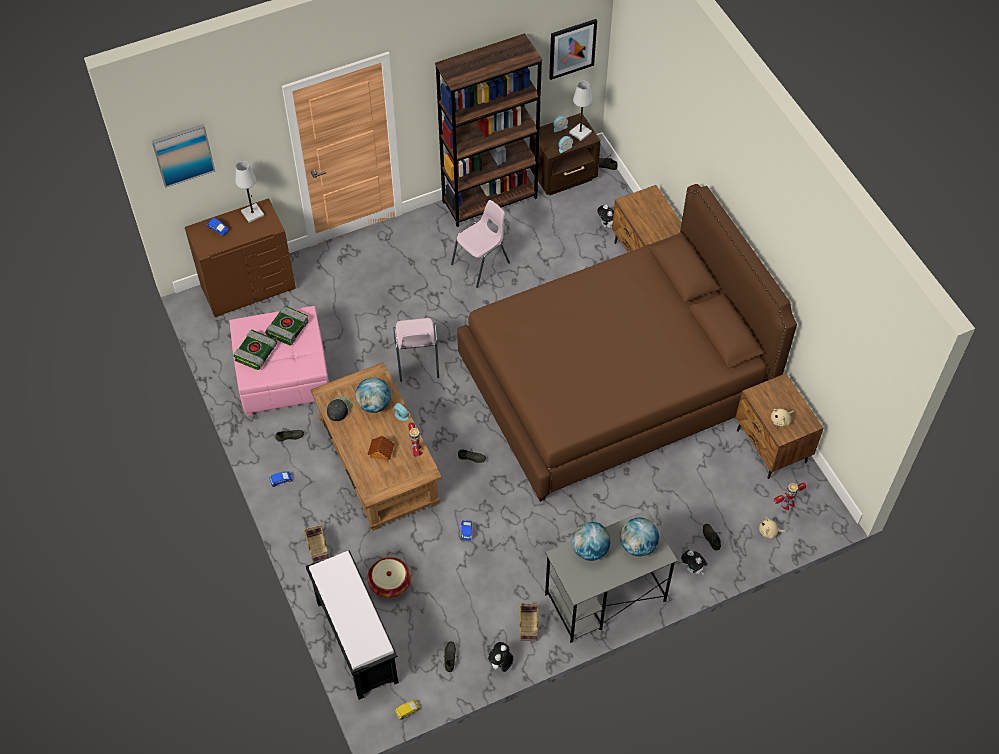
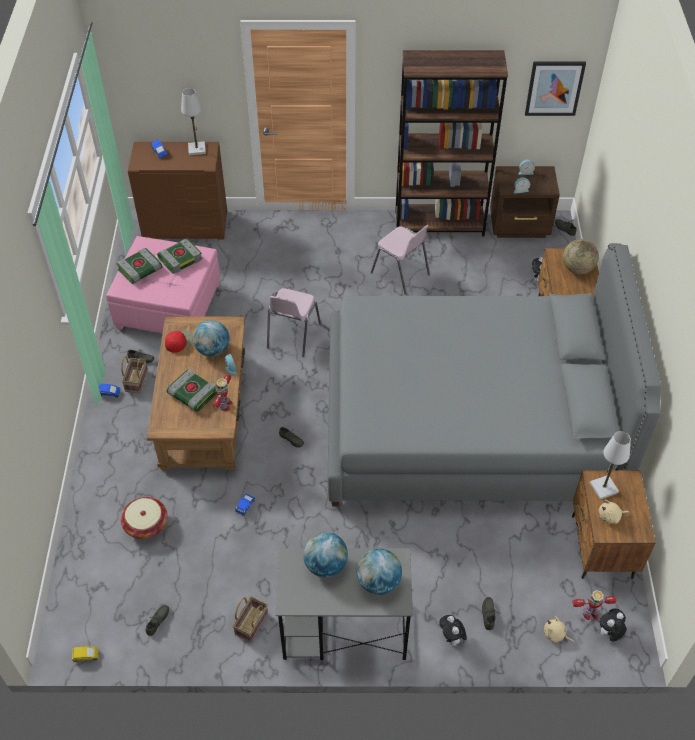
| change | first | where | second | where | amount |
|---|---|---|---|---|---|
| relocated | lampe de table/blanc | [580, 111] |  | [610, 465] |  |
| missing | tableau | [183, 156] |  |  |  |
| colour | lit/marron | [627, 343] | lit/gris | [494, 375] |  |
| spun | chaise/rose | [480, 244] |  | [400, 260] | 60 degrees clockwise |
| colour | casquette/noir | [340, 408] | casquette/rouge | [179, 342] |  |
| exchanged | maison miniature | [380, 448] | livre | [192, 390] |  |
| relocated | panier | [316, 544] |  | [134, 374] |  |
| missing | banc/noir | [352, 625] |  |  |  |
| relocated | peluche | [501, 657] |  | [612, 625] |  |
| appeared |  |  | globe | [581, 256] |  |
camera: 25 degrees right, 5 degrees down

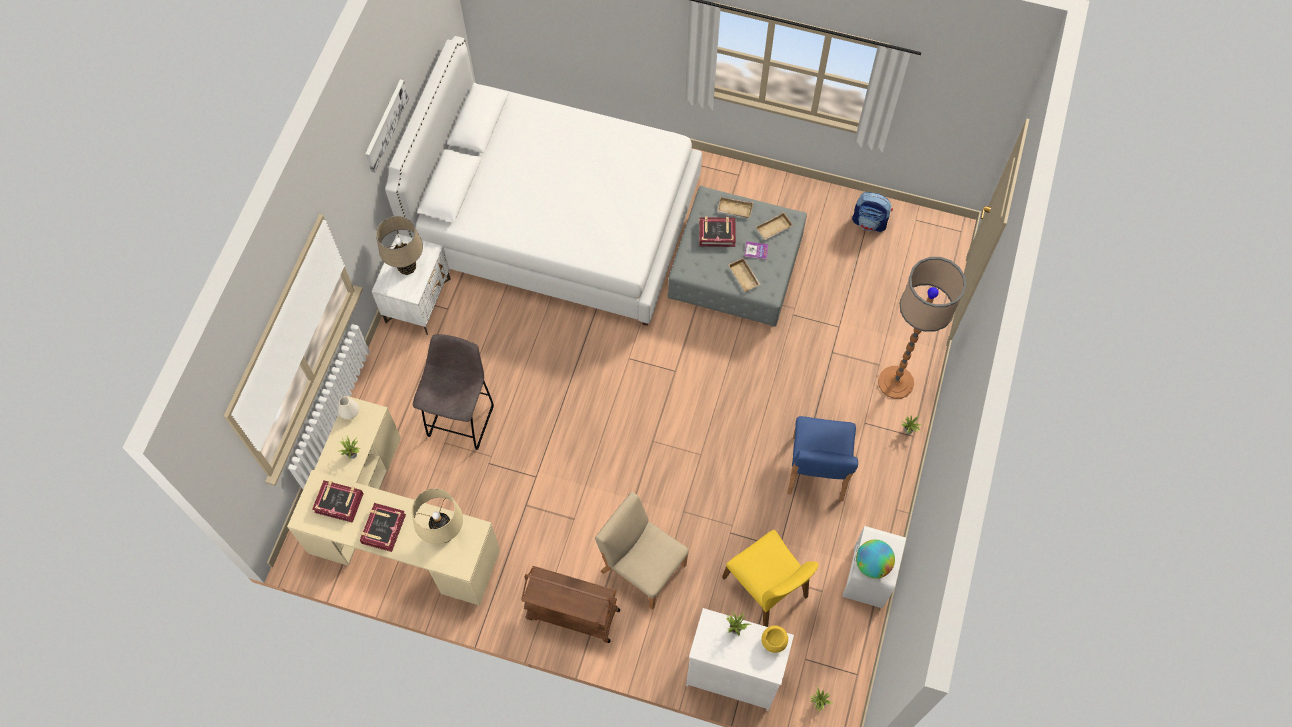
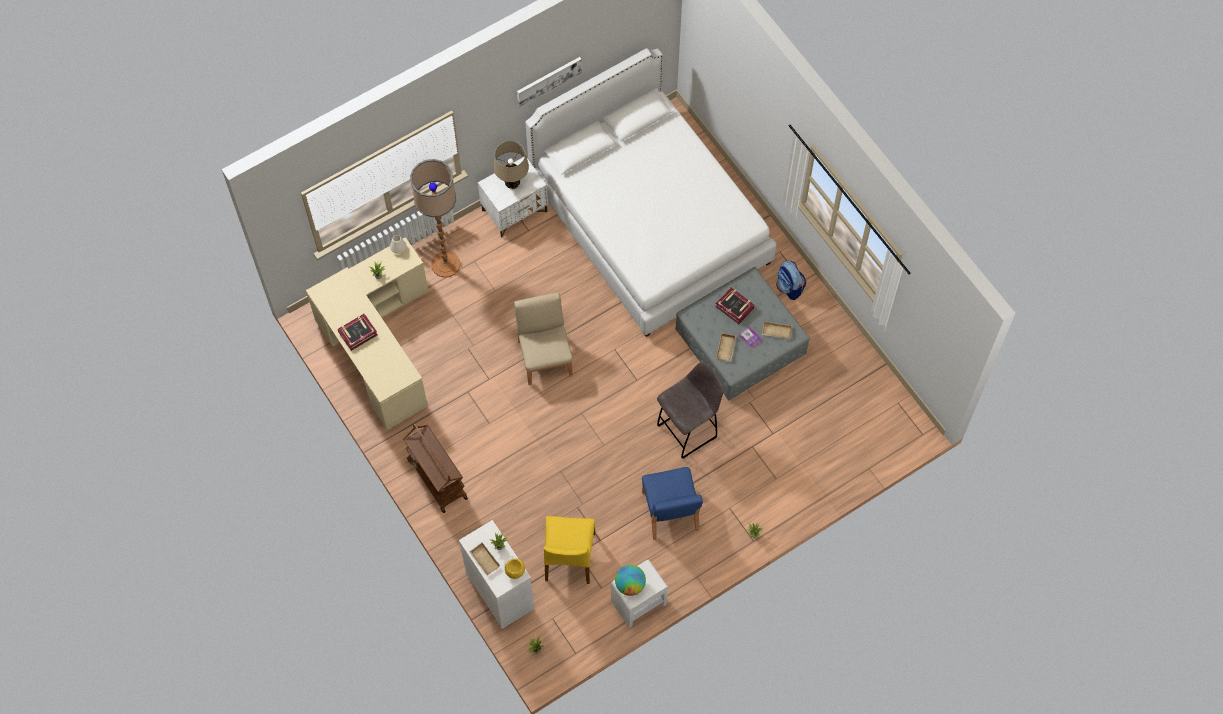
| change | first | where | second | where | amount |
|---|---|---|---|---|---|
| relocated | sac à dos | [872, 212] |  | [791, 280] |  |
| relocated | plateau/beige | [735, 207] |  | [484, 558] |  |
| relocated | lampadaire | [922, 328] |  | [435, 218] |  |
| relocated | tabouret/gris | [453, 392] |  | [690, 410] |  |
| spun | chaise/bleu | [822, 458] |  | [672, 503] | 60 degrees counterclockwise |
| missing | livre | [338, 501] |  |  |  |
| missing | lampe de table/beige | [437, 516] |  |  |  |
| relocated | chaise/beige | [642, 551] |  | [543, 338] |  |
camera: 40 degrees right, 0 degrees up

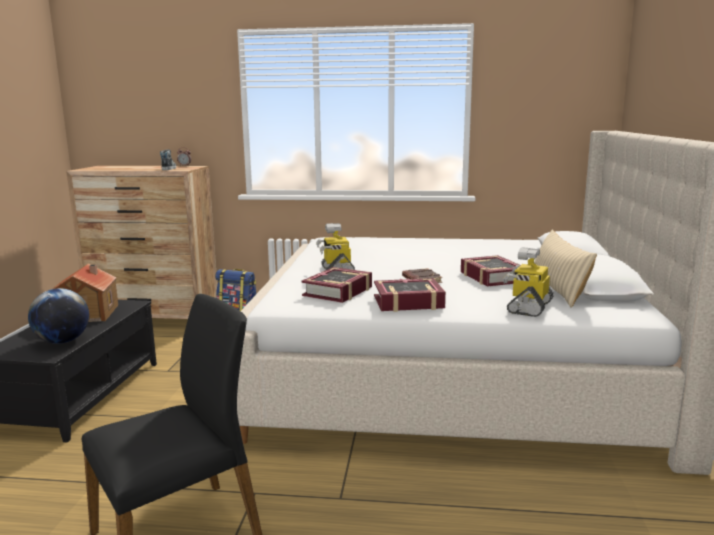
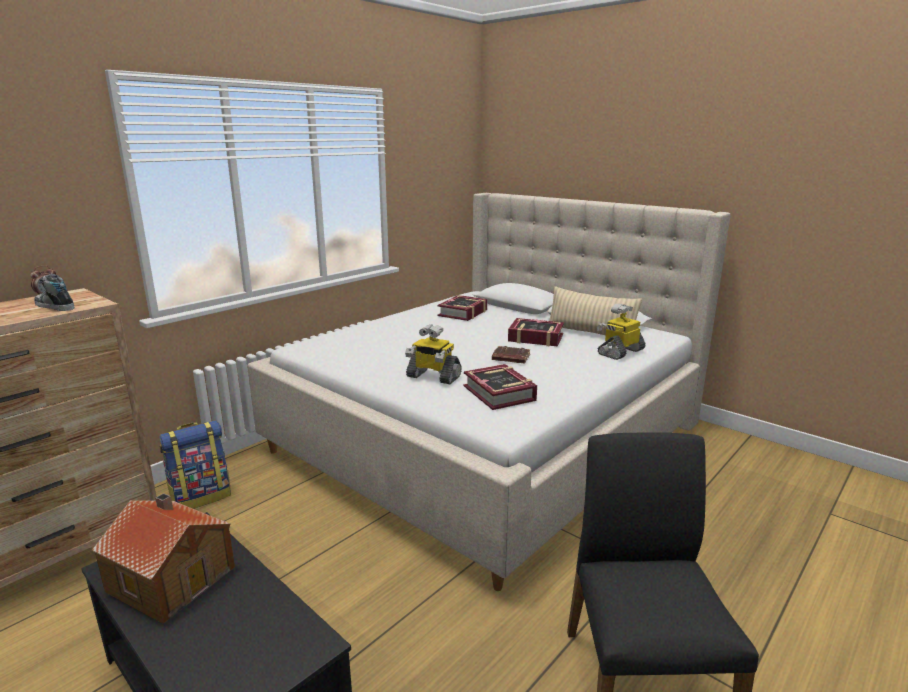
| change | first | where | second | where | amount |
|---|---|---|---|---|---|
| spun | robot jouet | [528, 282] |  | [621, 331] | 75 degrees clockwise |
| relocated | livre | [410, 295] |  | [462, 308] |  |
| missing | globe | [58, 316] |  |  |  |
camera: 55 degrees left, 5 degrees up

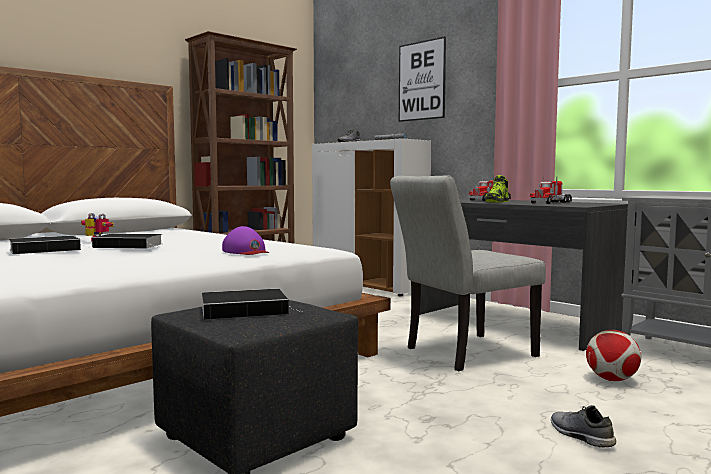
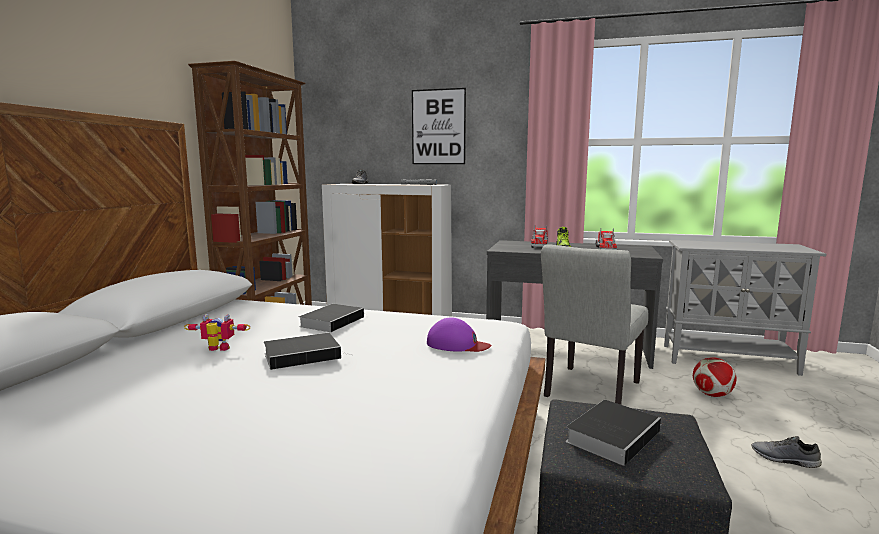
| change | first | where | second | where | amount |
|---|---|---|---|---|---|
| relocated | livre | [50, 245] |  | [331, 318] |  |
camera: 30 degrees left, 5 degrees up

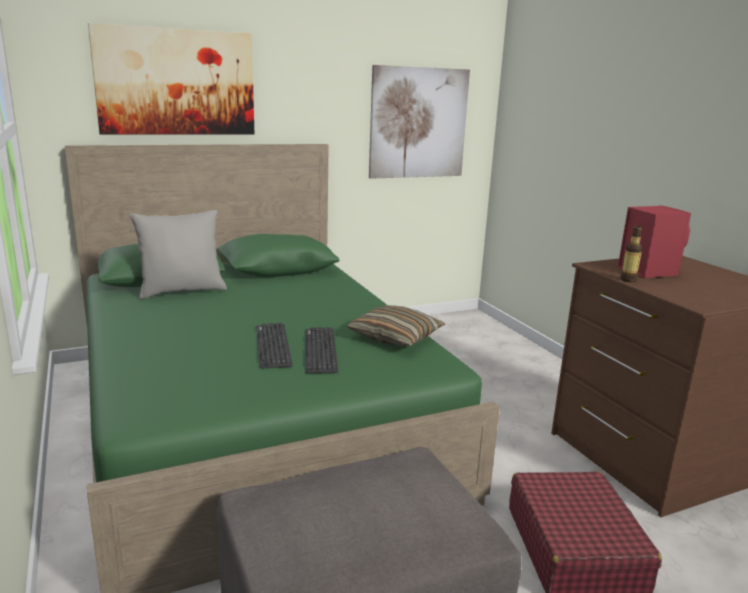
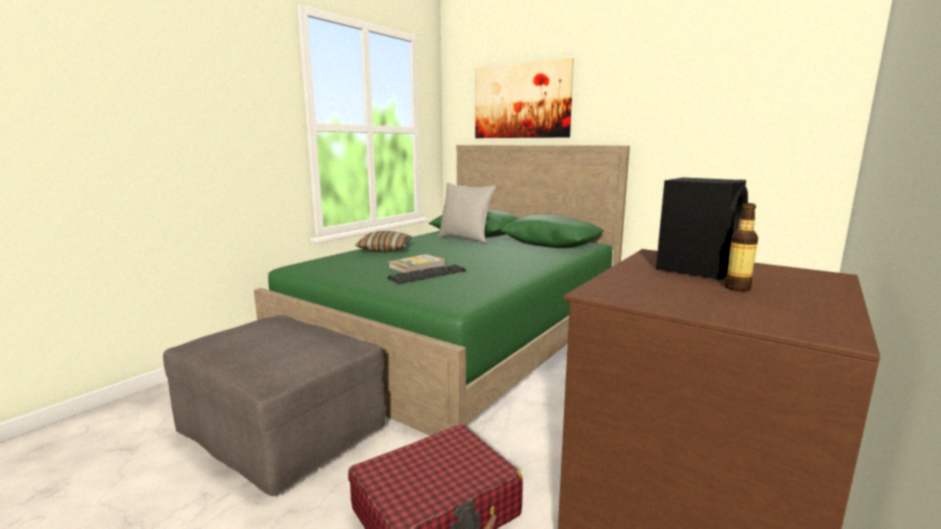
| change | first | where | second | where | amount |
|---|---|---|---|---|---|
| missing | tableau | [419, 122] |  |  |  |
| colour | enceinte/rouge | [654, 242] | enceinte/noir | [702, 228] |  |
| relocated | bouteille | [631, 254] |  | [741, 247] |  |
| relocated | coussin | [396, 325] |  | [383, 241] |  |
| exchanged | clavier | [274, 345] | livre | [417, 263] |  |
camera: 60 degrees right, 5 degrees down

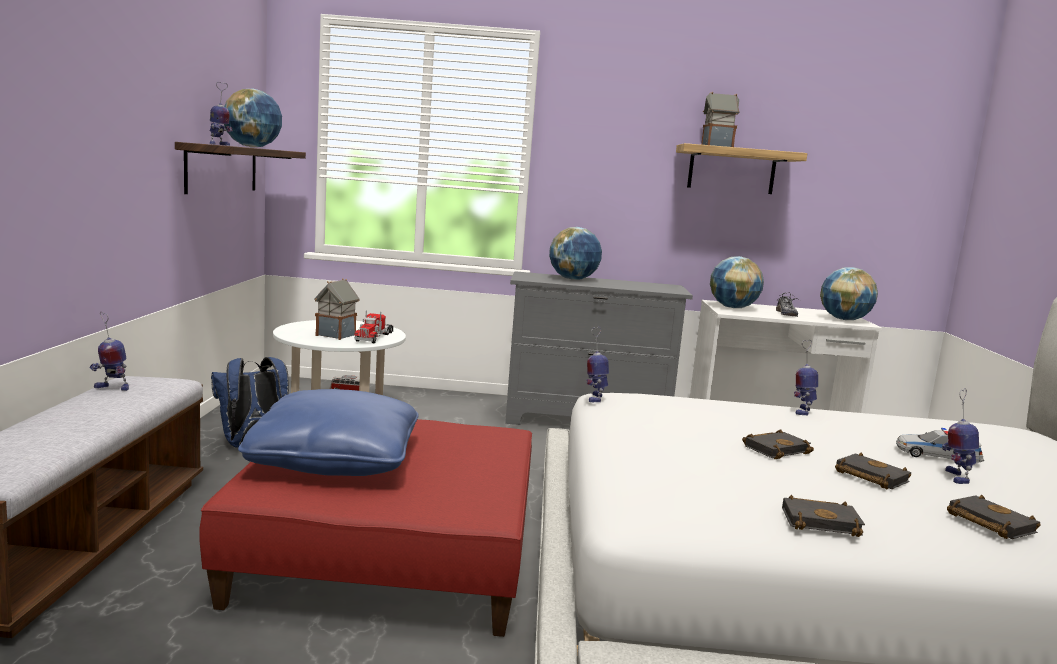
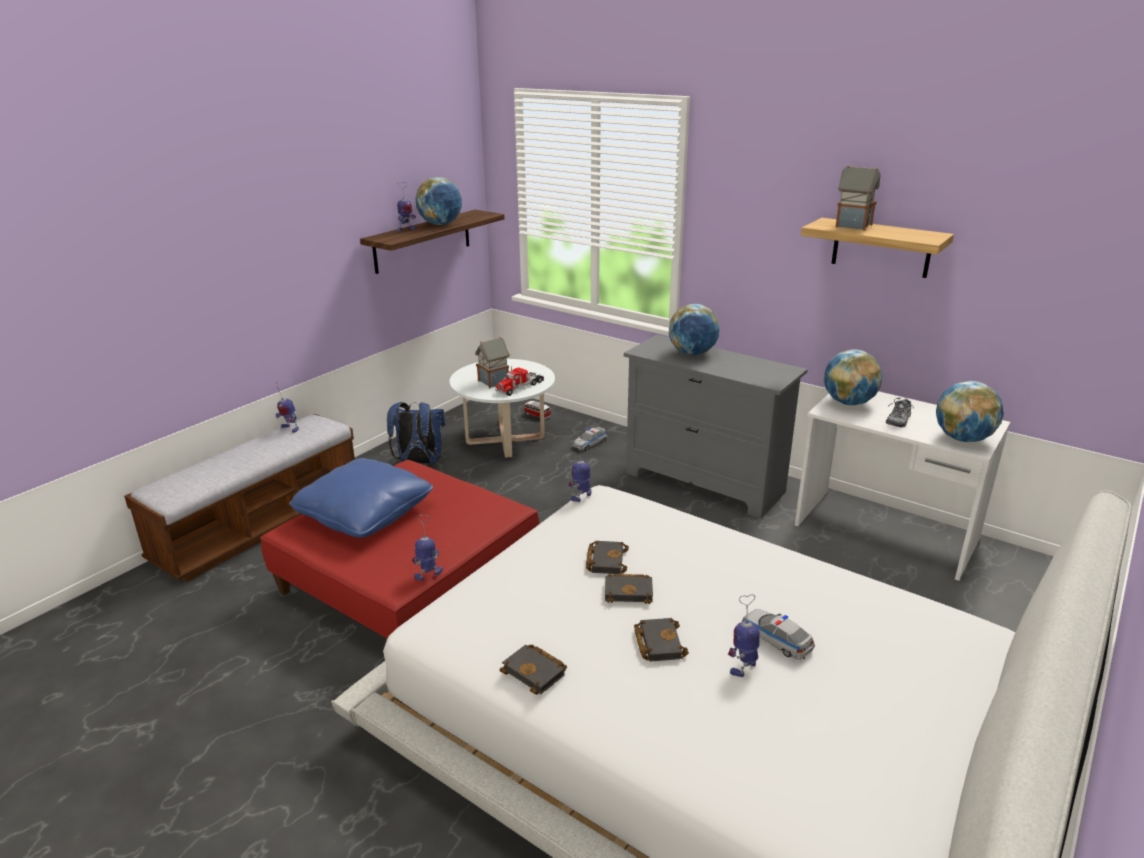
| change | first | where | second | where | amount |
|---|---|---|---|---|---|
| relocated | robot jouet | [806, 377] |  | [427, 548] |  |
| relocated | livre/noir | [993, 517] |  | [607, 557] |  |
| appeared |  |  | petite voiture | [590, 438] |  |
camera: 35 degrees right, 15 degrees up

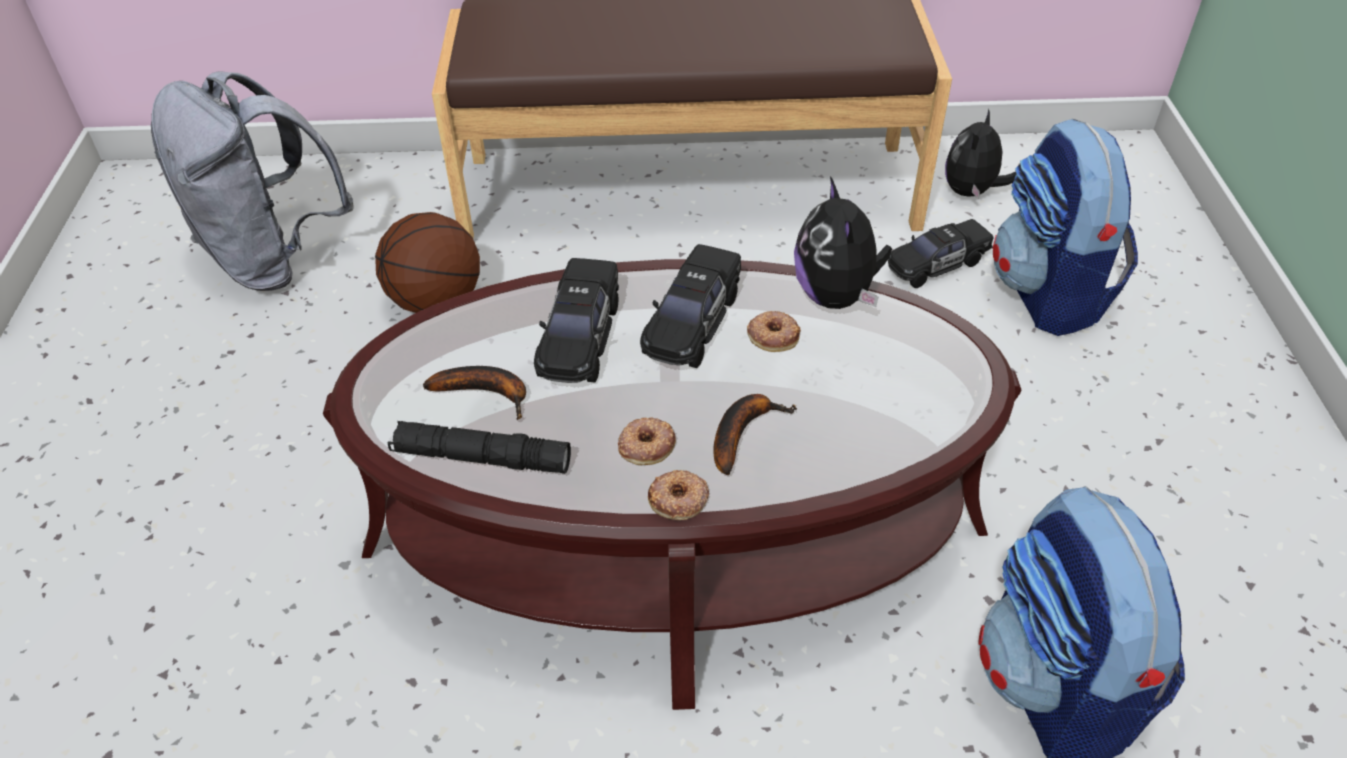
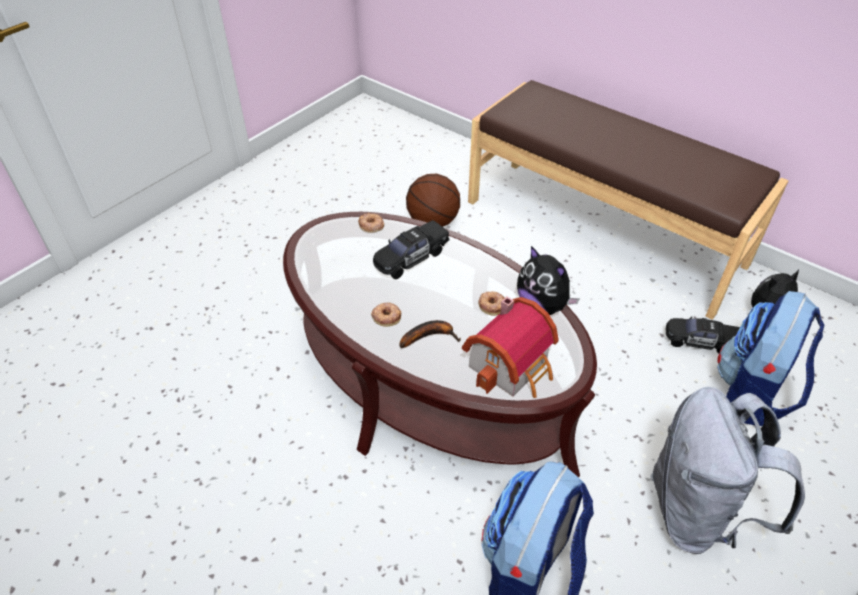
| change | first | where | second | where | amount |
|---|---|---|---|---|---|
| relocated | sac à dos/gris | [252, 181] |  | [727, 470] |  |
| spun | peluche | [843, 242] |  | [548, 280] | 75 degrees counterclockwise |
| missing | petite voiture/noir | [690, 306] |  |  |  |
| missing | banane | [474, 393] |  |  |  |
| missing | lampe de poche/noir | [479, 447] |  |  |  |
| relocated | beignet | [678, 495] |  | [371, 223] |  |
| appeared |  |  | maison miniature | [510, 347] |  |
camera: 40 degrees right, 0 degrees up

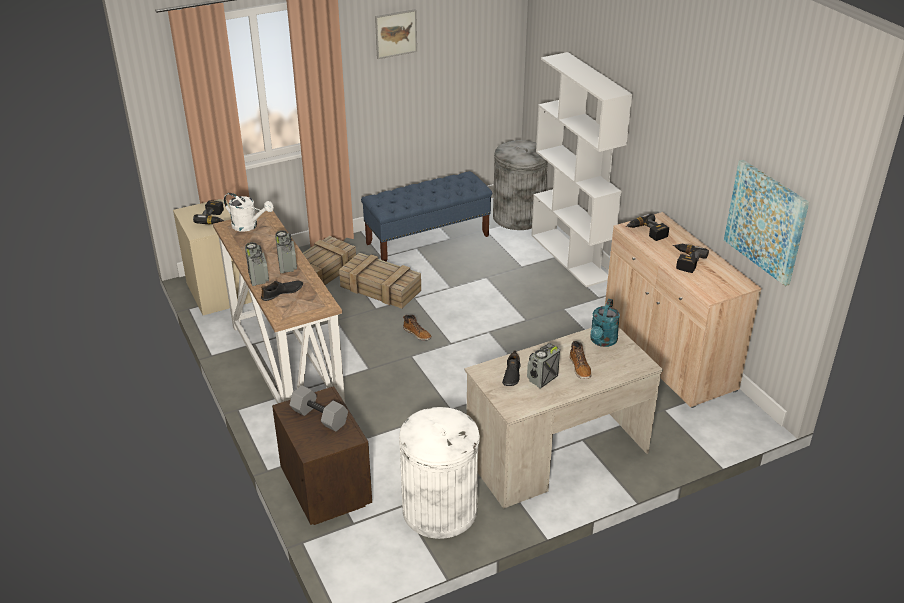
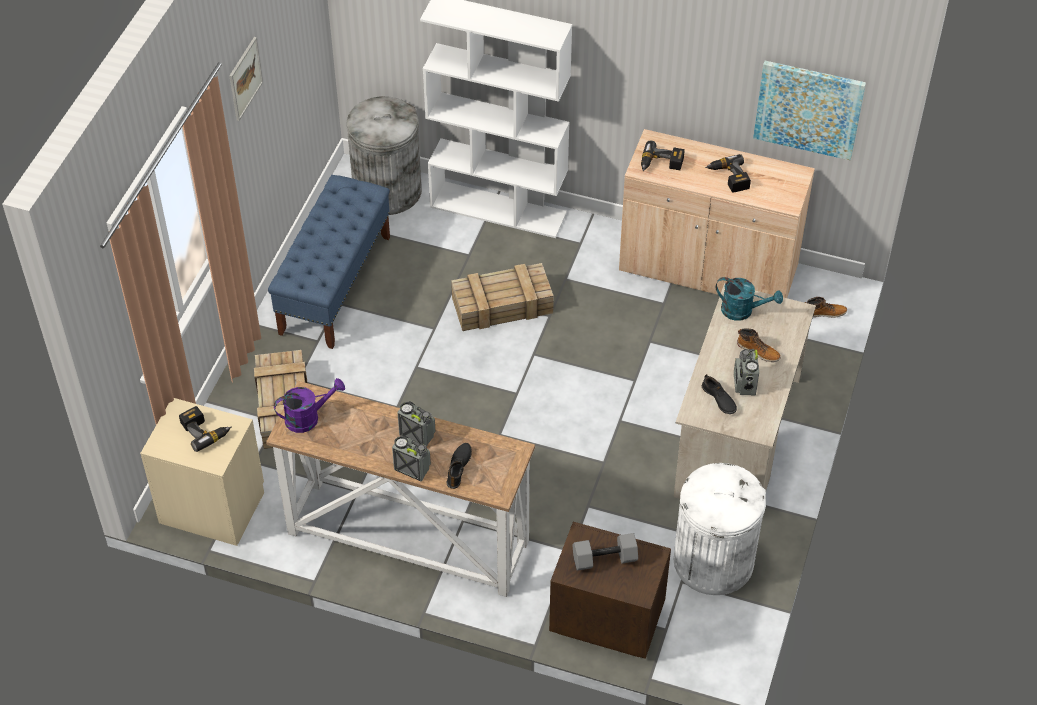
| change | first | where | second | where | amount |
|---|---|---|---|---|---|
| colour | arrosoir/blanc | [249, 212] | arrosoir/violet | [309, 405] |  |
| relocated | caisse | [380, 281] |  | [502, 297] |  |
| spun | arrosoir/turquoise | [605, 323] |  | [749, 299] | 45 degrees counterclockwise |
| relocated | botte | [417, 328] |  | [826, 307] |  |
camera: 45 degrees left, 15 degrees up

